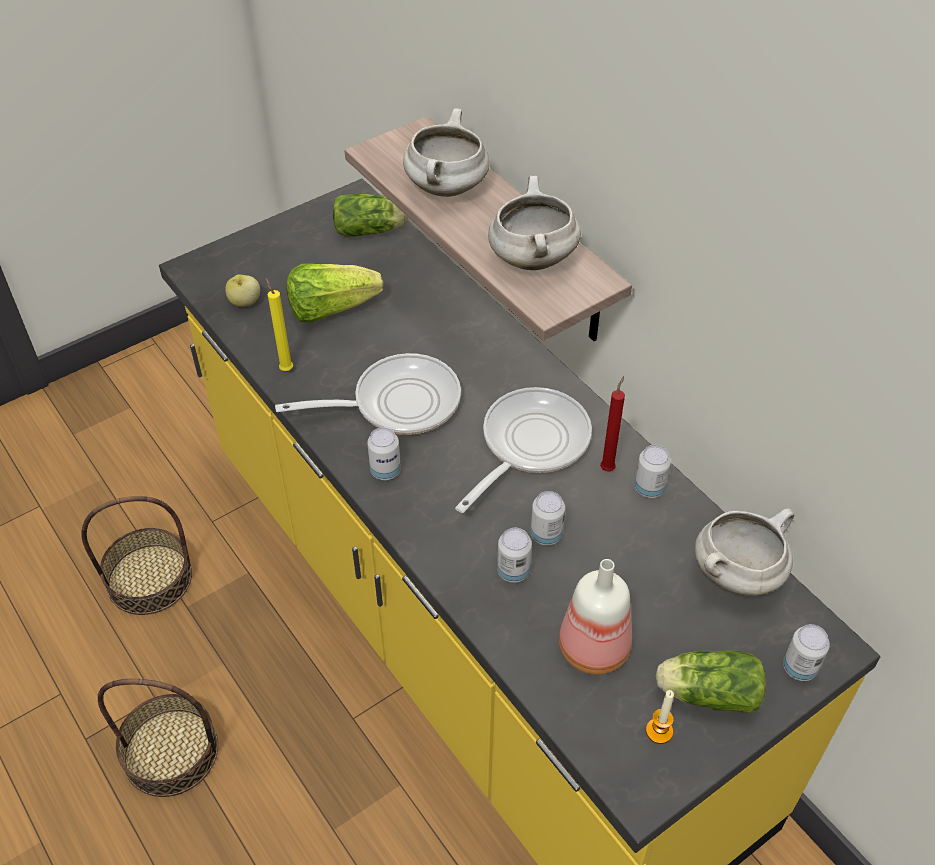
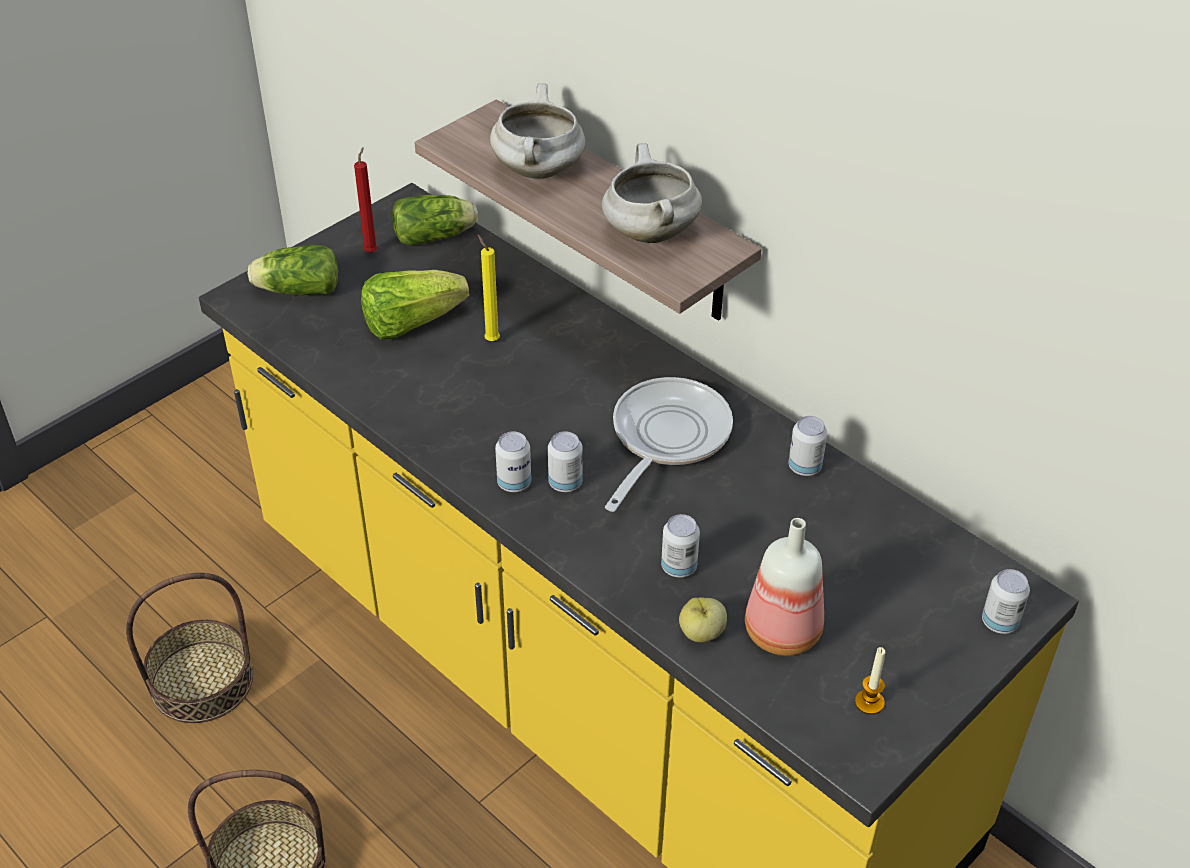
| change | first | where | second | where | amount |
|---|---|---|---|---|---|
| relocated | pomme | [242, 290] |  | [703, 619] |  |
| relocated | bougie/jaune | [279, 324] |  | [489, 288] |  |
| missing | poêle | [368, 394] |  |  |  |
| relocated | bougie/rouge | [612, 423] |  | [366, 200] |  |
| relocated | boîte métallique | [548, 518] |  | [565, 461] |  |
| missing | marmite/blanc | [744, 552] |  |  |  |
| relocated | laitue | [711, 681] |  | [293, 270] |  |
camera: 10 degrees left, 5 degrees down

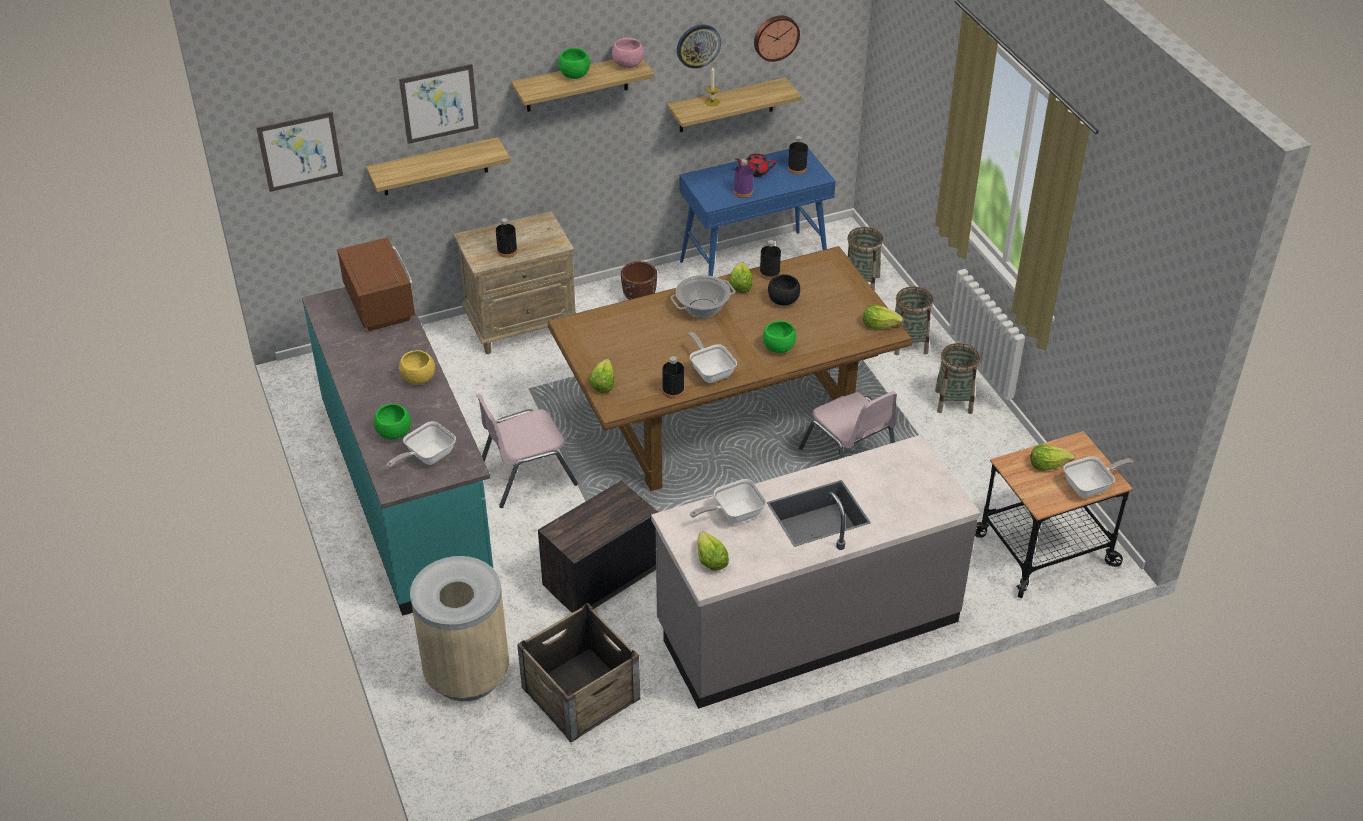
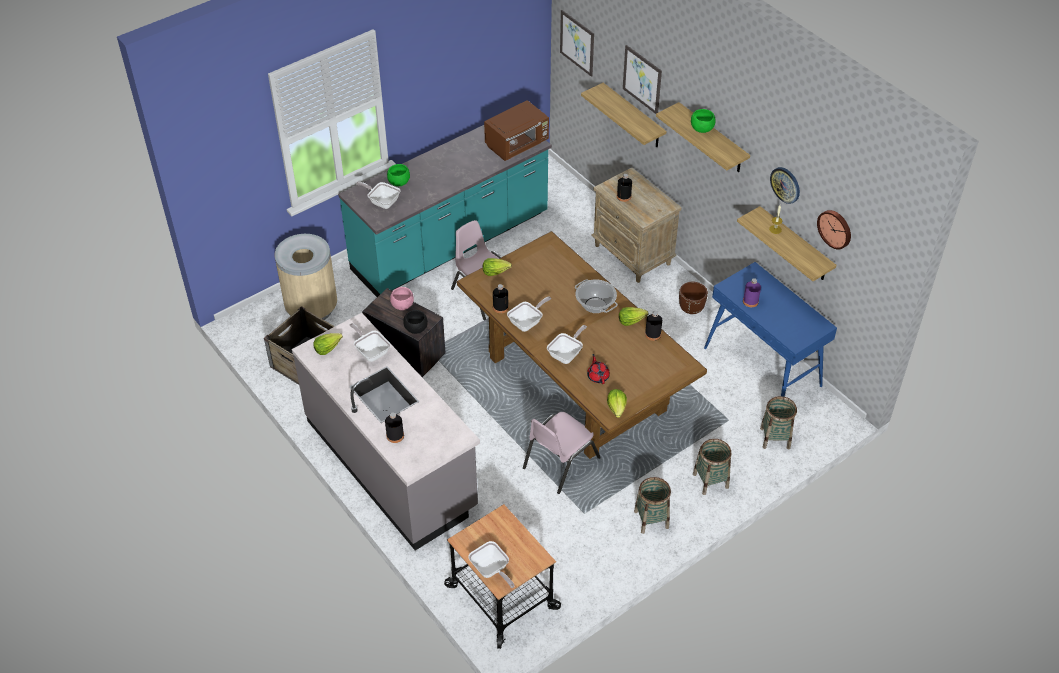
| change | first | where | second | where | amount |
|---|---|---|---|---|---|
| relocated | bol/rose | [628, 53] |  | [402, 298] |  |
| relocated | bouteille/noir | [798, 155] |  | [394, 427] |  |
| relocated | théière/rouge | [755, 165] |  | [598, 369] |  |
| relocated | bol/noir | [784, 289] |  | [415, 322] |  |
| exchanged | bol/vert | [779, 337] | poêle | [567, 344] |  |
| missing | bol/jaune | [417, 367] |  |  |  |
| missing | laitue | [1053, 457] |  |  |  |
camera: 75 degrees right, 5 degrees up

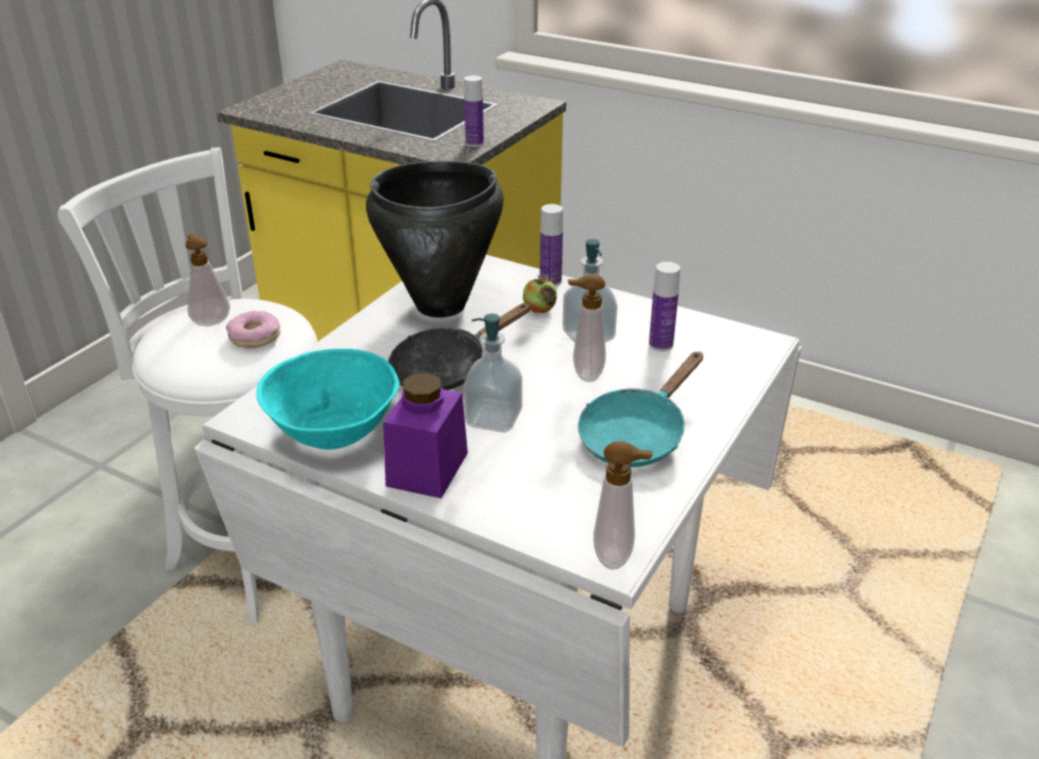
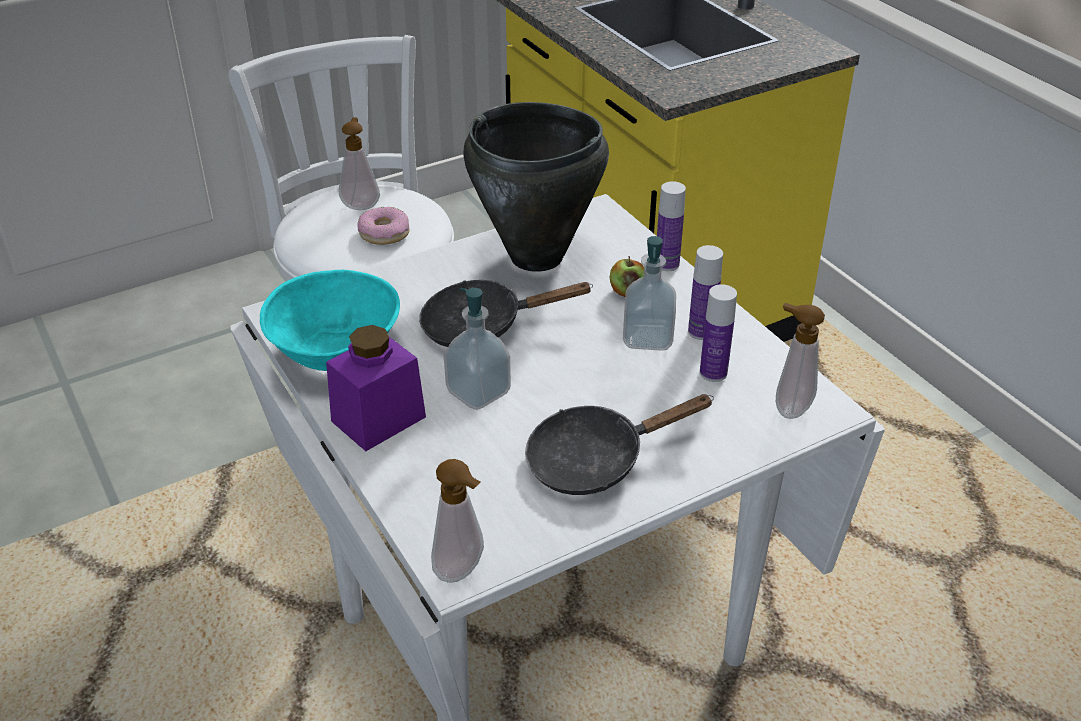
| change | first | where | second | where | amount |
|---|---|---|---|---|---|
| relocated | bouteille | [474, 111] |  | [705, 292] |  |
| relocated | distributeur de savon | [587, 328] |  | [800, 361] |  |
| colour | poêle/turquoise | [640, 409] | poêle/noir | [619, 444] |  |
camera: 30 degrees right, 5 degrees up

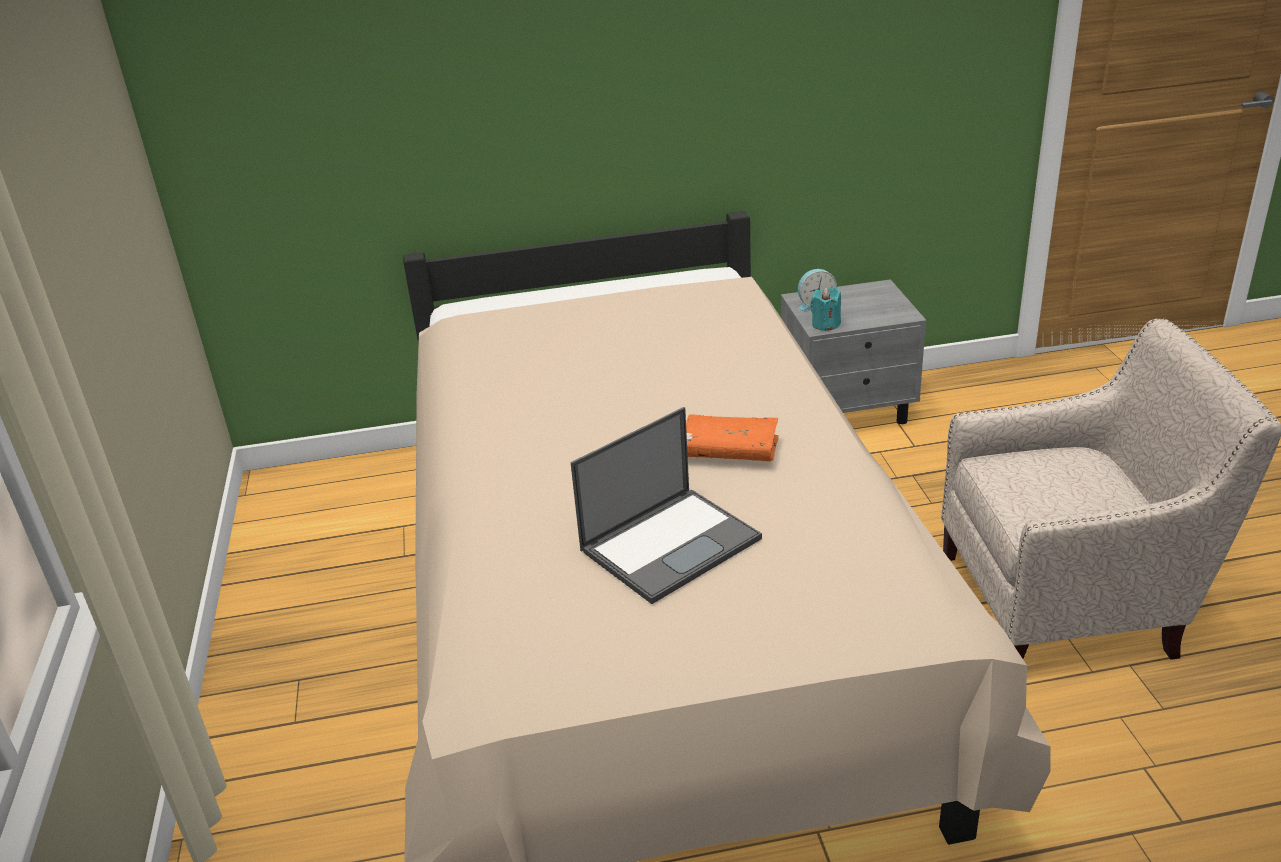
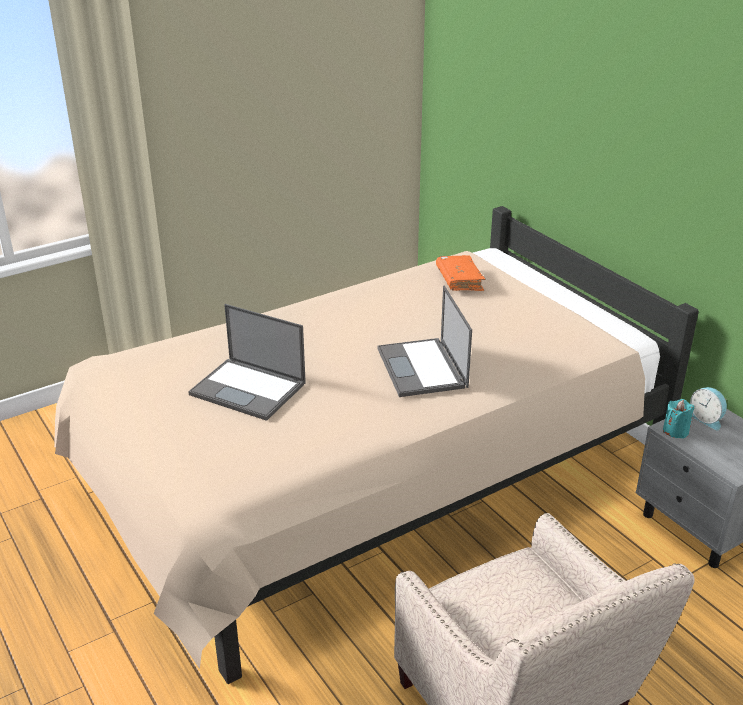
| change | first | where | second | where | amount |
|---|---|---|---|---|---|
| relocated | livre/orange | [732, 437] |  | [460, 273] |  |
| appeared |  |  | ordinateur portable | [424, 341] |  |
camera: 65 degrees right, 0 degrees up

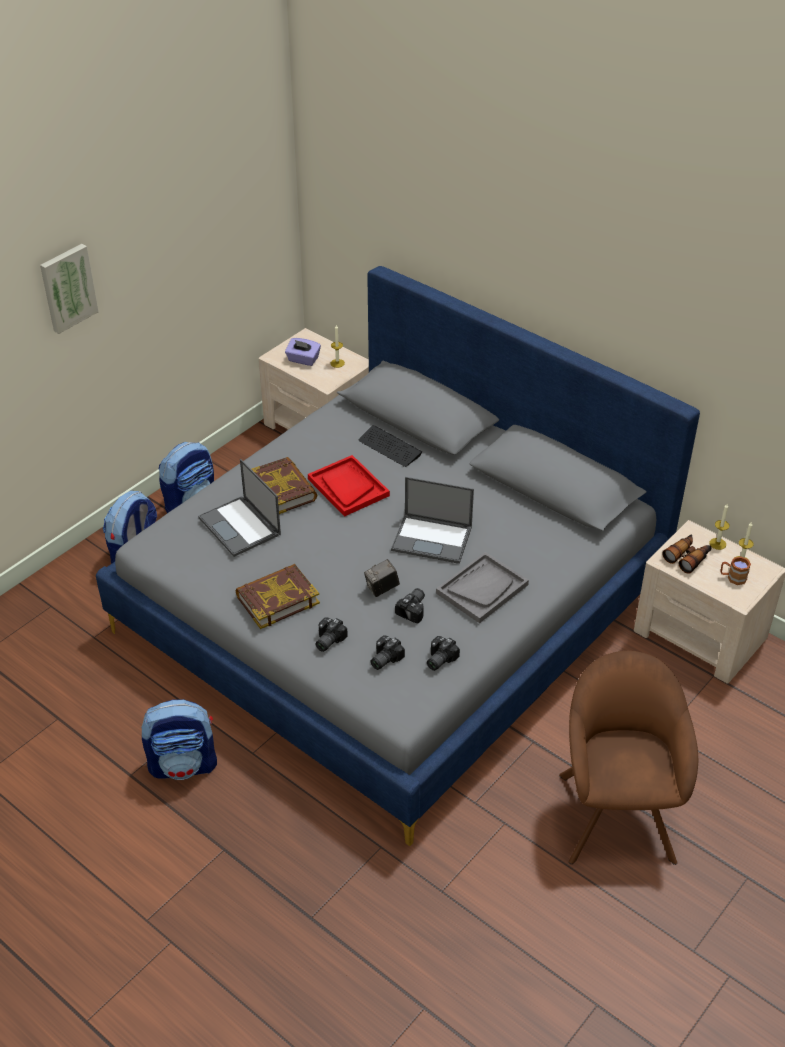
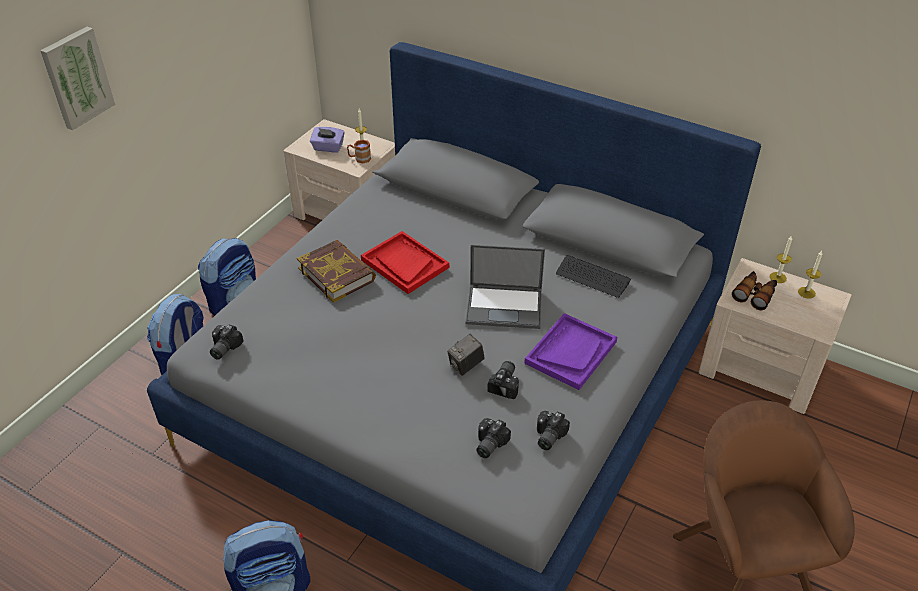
| change | first | where | second | where | amount |
|---|---|---|---|---|---|
| relocated | clavier | [390, 446] |  | [593, 276] |  |
| missing | ordinateur portable | [239, 508] |  |  |  |
| colour | plateau/gris | [482, 587] | plateau/violet | [570, 351] |  |
| relocated | mug/marron | [735, 571] |  | [359, 152] |  |
| missing | livre | [278, 596] |  |  |  |
| relocated | appareil photo | [332, 634] |  | [227, 342] |  |
camera: 10 degrees left, 0 degrees up

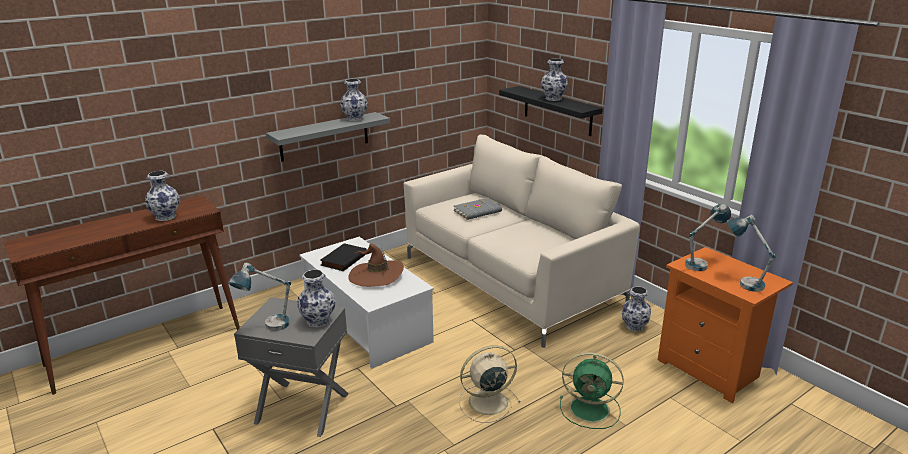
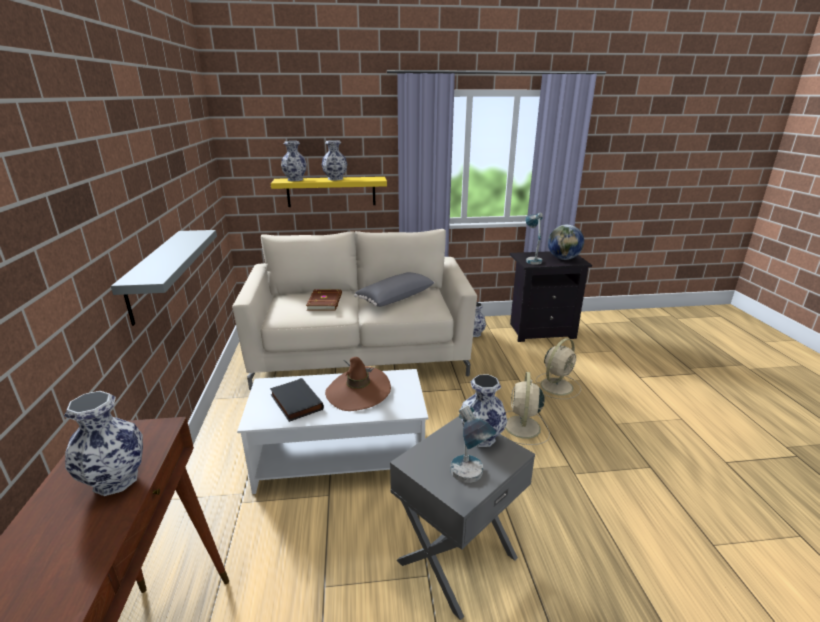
| change | first | where | second | where | amount |
|---|---|---|---|---|---|
| relocated | vase | [354, 100] |  | [294, 161] |  |
| colour | étagère/noir | [551, 111] | étagère/jaune | [329, 192] |  |
| colour | livre/gris | [477, 209] | livre/marron | [324, 300] |  |
| exchanged | lampe de table | [751, 253] | globe | [566, 242] |  |
| colour | table de chevet/orange | [725, 325] | table de chevet/noir | [551, 296] |  |
| colour | ventilateur/vert | [592, 390] | ventilateur/beige | [558, 368] |  |
| appeared |  |  | coussin/gris | [394, 289] |  |
camera: 60 degrees left, 0 degrees up

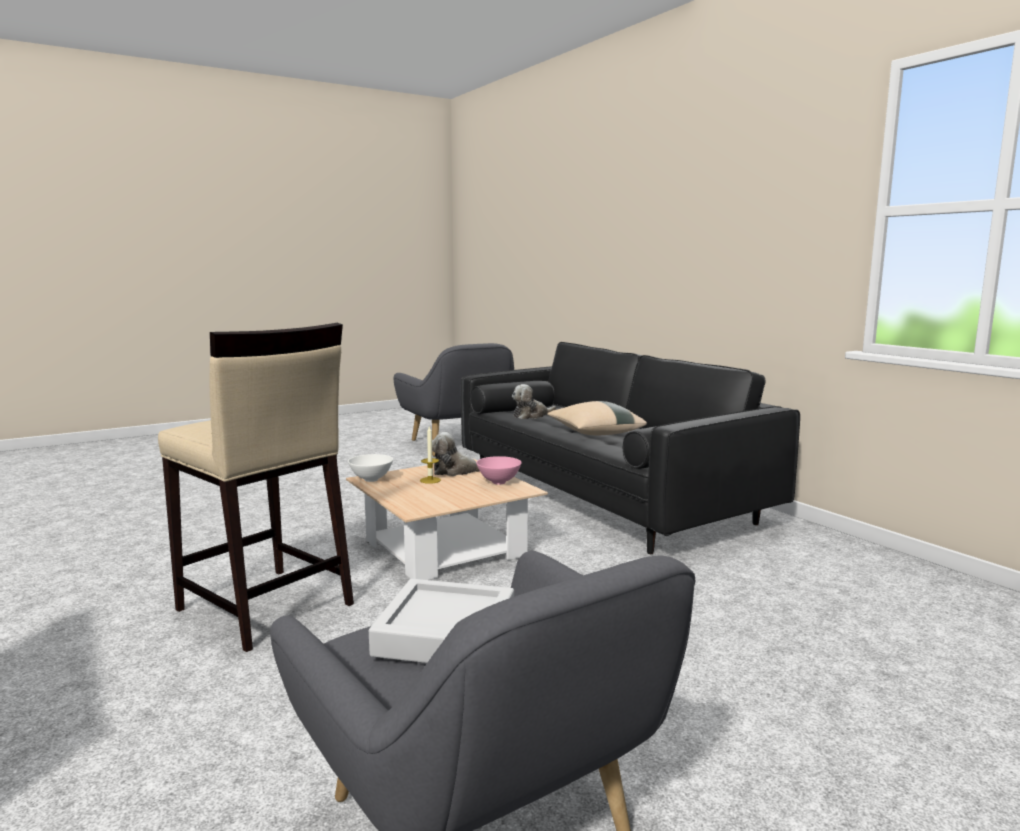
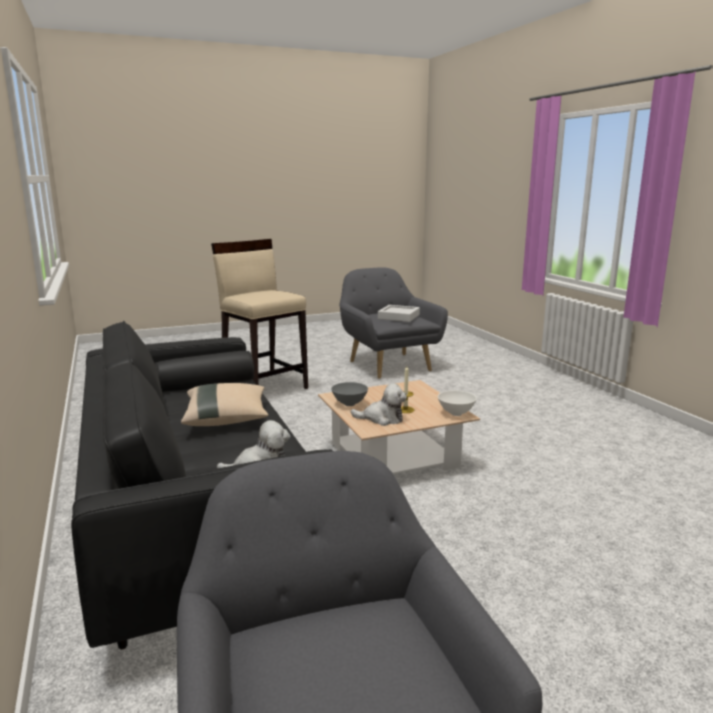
| change | first | where | second | where | amount |
|---|---|---|---|---|---|
| relocated | tabouret/beige | [256, 487] |  | [259, 314] |  |
| colour | bol/rose | [498, 470] | bol/gris | [349, 394] |  |
camera: 170 degrees left, 5 degrees up

